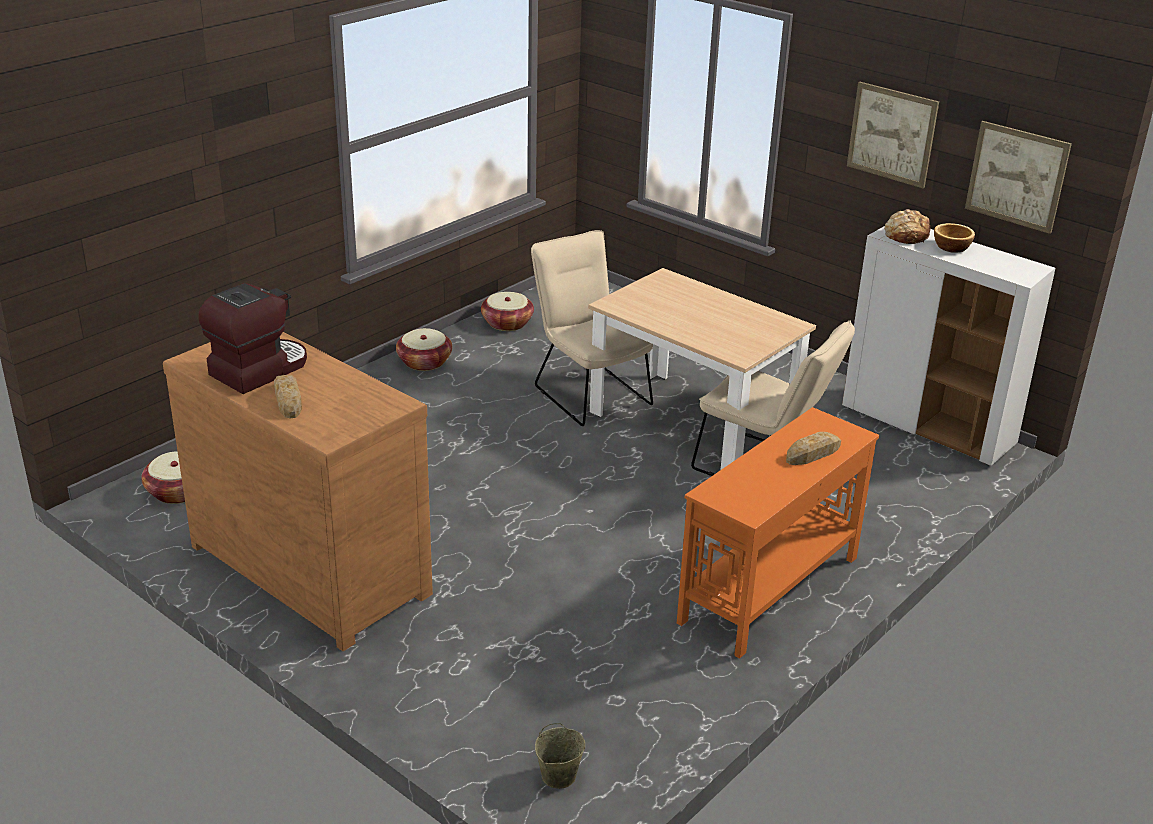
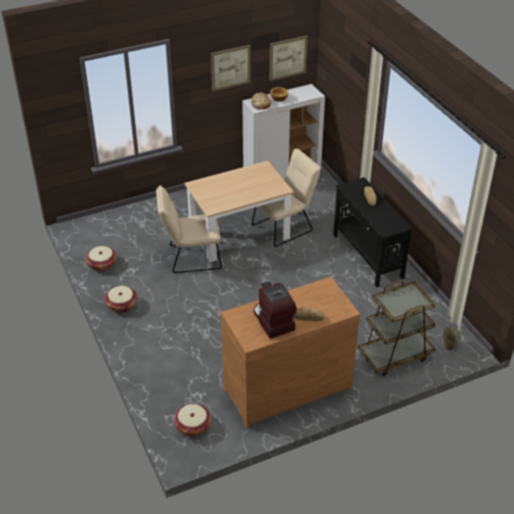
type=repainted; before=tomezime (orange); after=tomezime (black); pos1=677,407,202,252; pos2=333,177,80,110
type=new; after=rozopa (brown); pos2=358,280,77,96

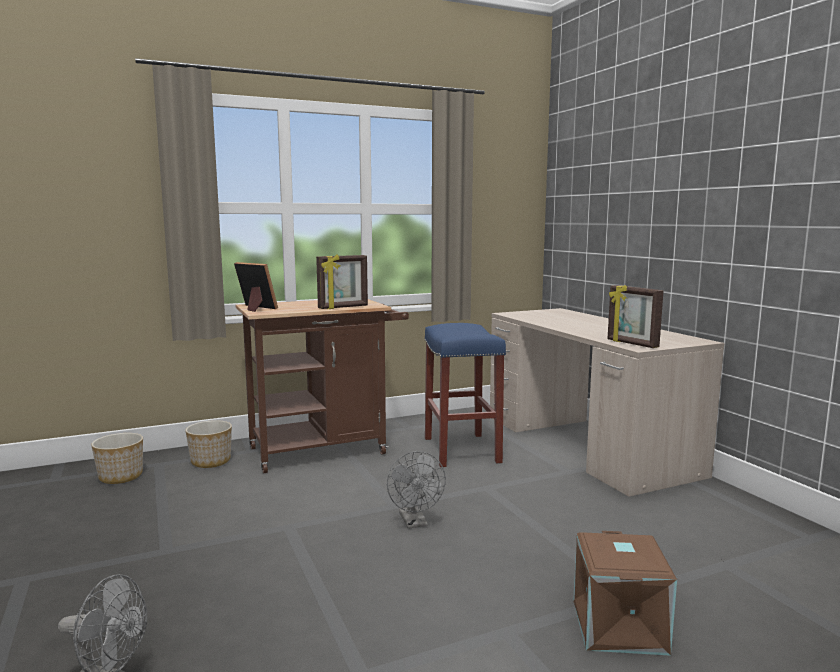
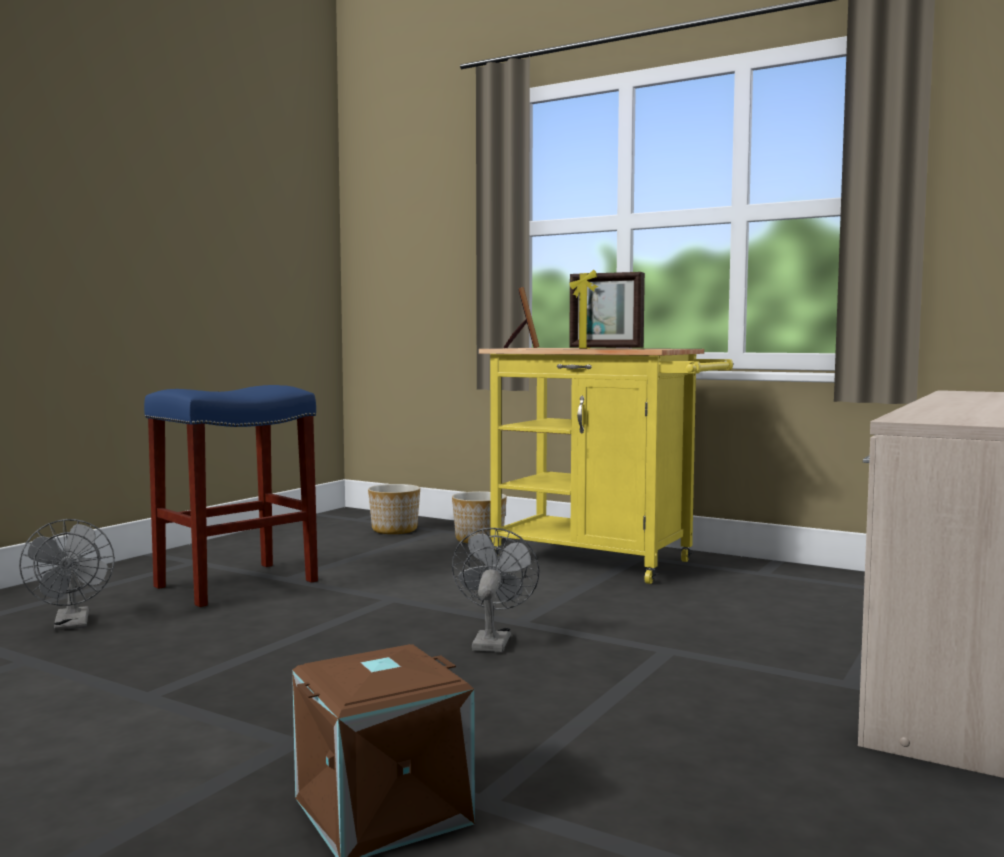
type=gone; before=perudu; pos1=608,285,55,63
type=repainted; before=rozopa (brown); after=rozopa (yellow); pos1=235,299,174,174; pos2=479,348,254,236
type=shifted; before=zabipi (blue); pos1=424,323,82,144; pos2=144,385,174,222
type=rotated; before=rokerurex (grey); pos1=387,451,59,78; pos2=452,528,87,124; turn=150

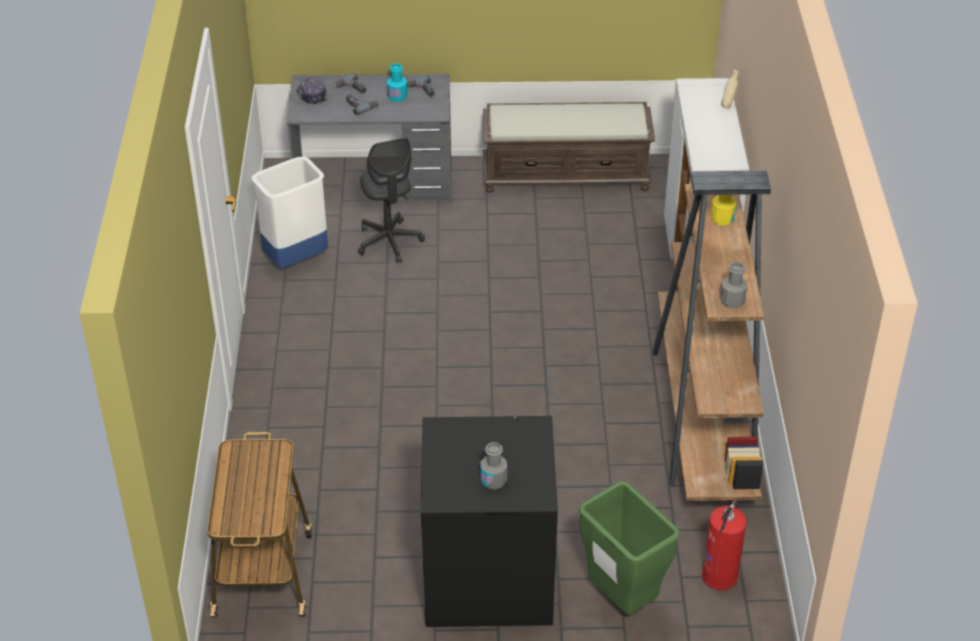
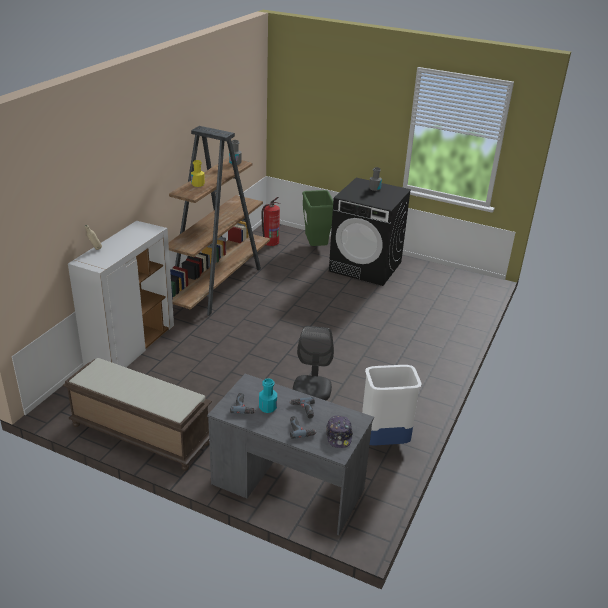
type=gone; before=rozopa; pos1=207,432,105,185

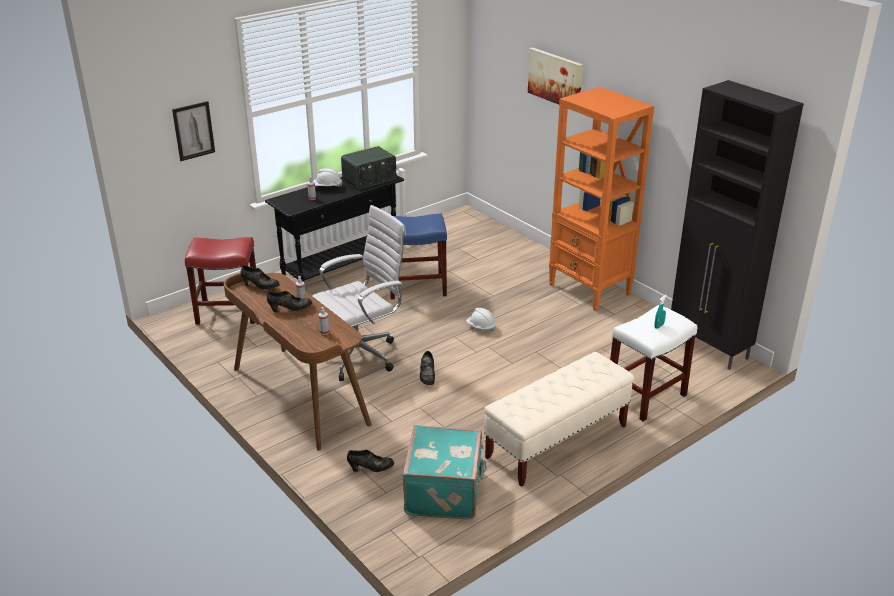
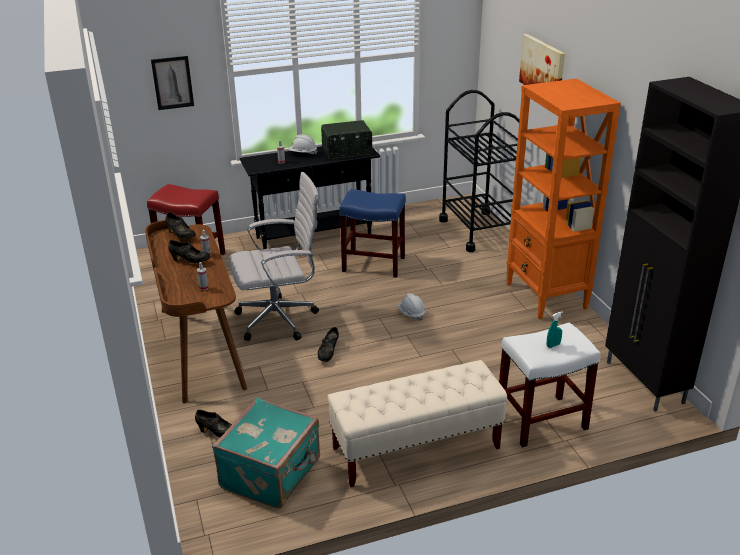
type=new; after=rozopa (black); pos2=439,90,80,162

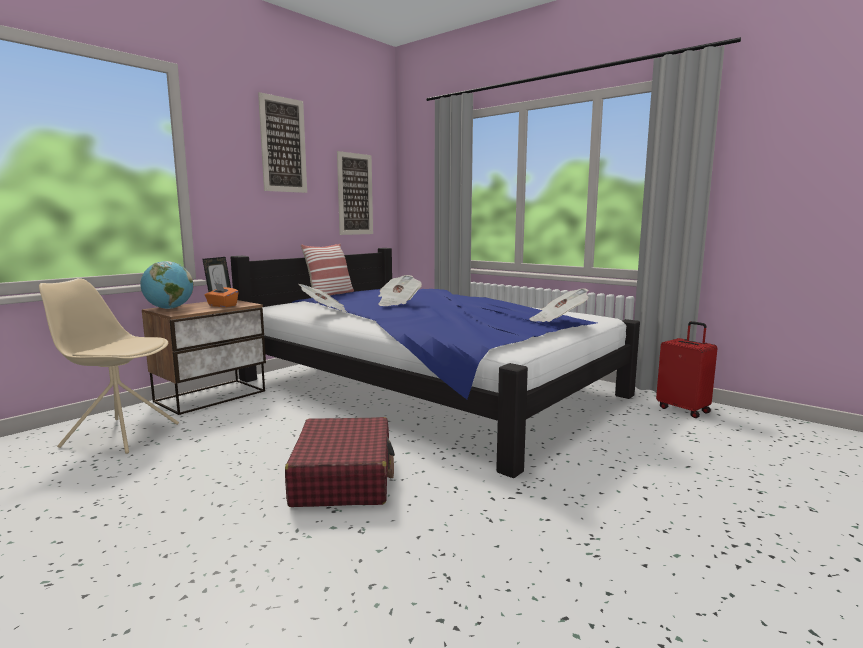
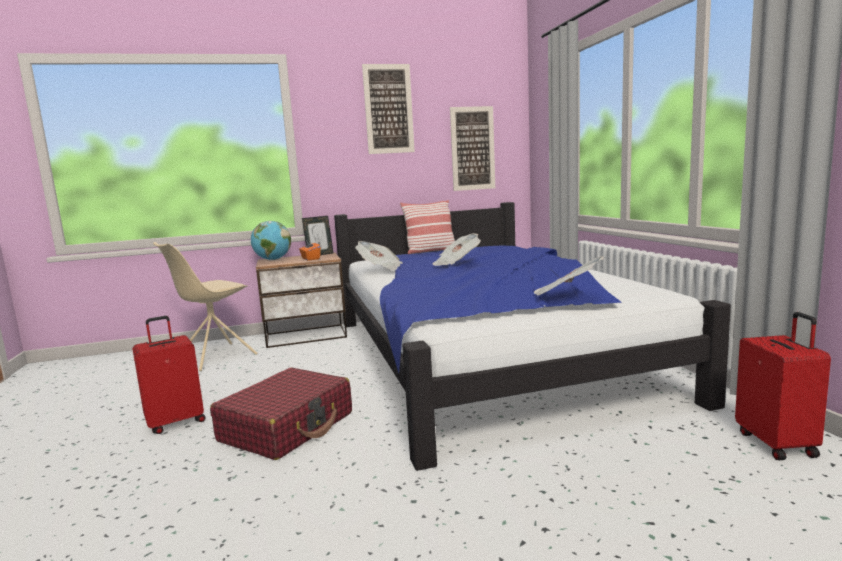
type=rotated; before=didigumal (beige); pos1=39,278,140,176; pos2=153,242,105,129; turn=-90
type=new; after=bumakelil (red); pos2=133,316,73,118

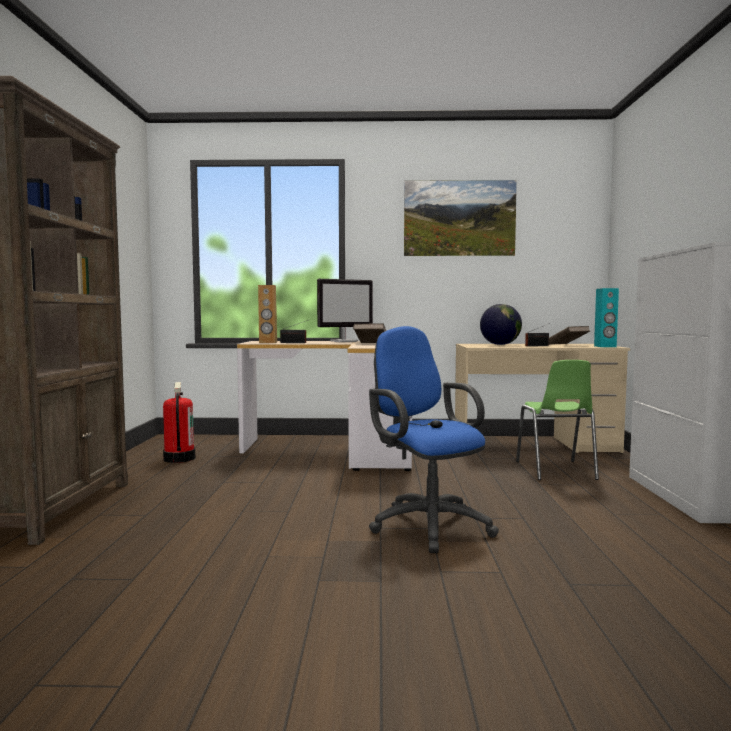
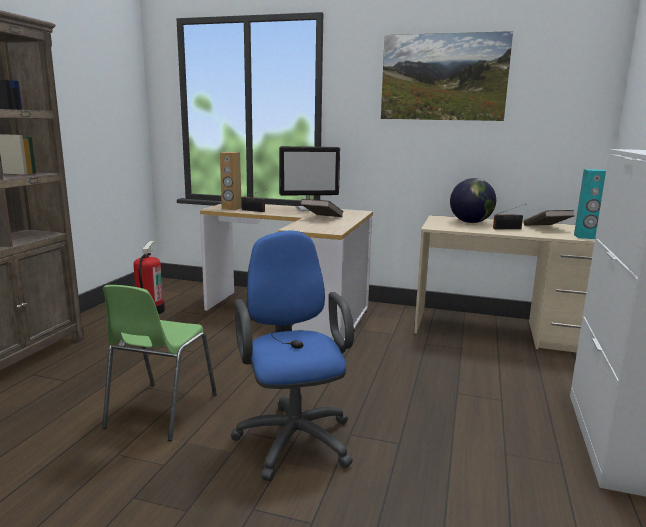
type=shifted; before=didigumal (green); pos1=516,360,83,120; pos2=102,285,115,156

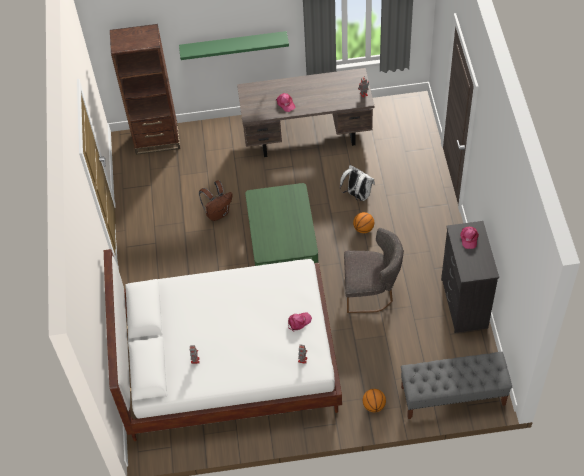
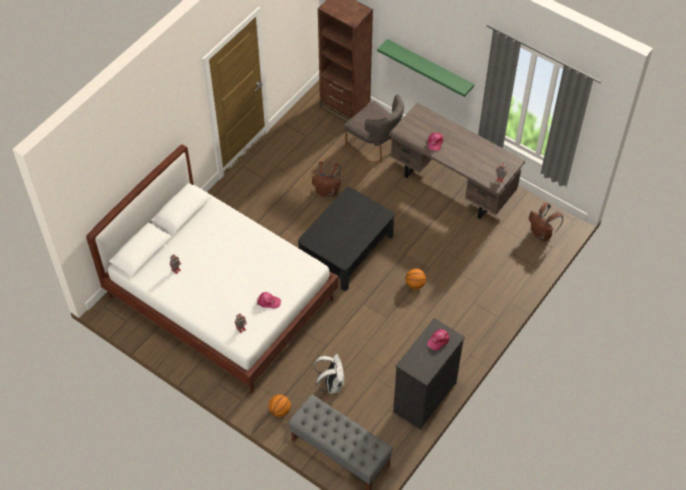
type=shifted; before=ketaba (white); pos1=340,165,35,36; pos2=313,354,31,40
type=repainted; before=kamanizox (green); after=kamanizox (black); pos1=245,183,74,83; pos2=298,187,97,104
type=shifted; before=didigumal (grey); pos1=344,228,60,85; pos2=344,94,60,68
type=new; after=ketaba (brown); pos2=529,203,34,39

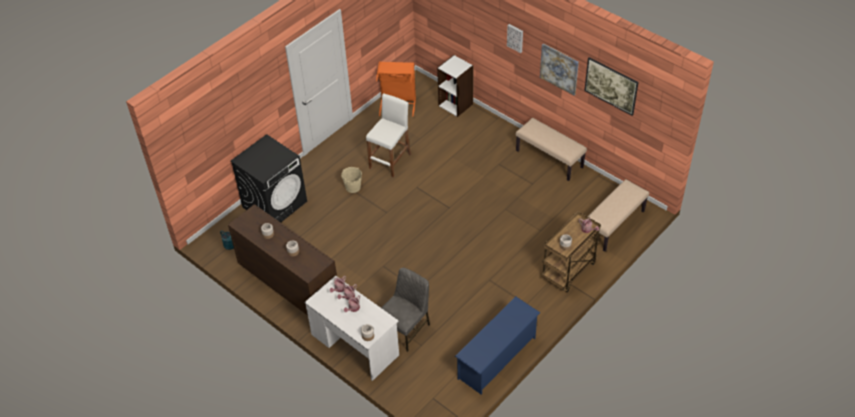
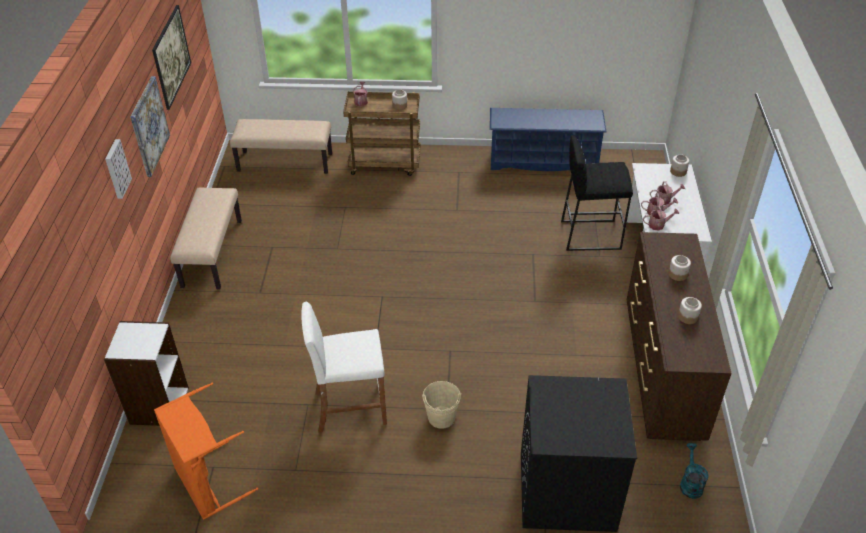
type=swapped; before=didigumal (grey); after=zabipi (black); pos1=381,268,49,84; pos2=561,135,72,116

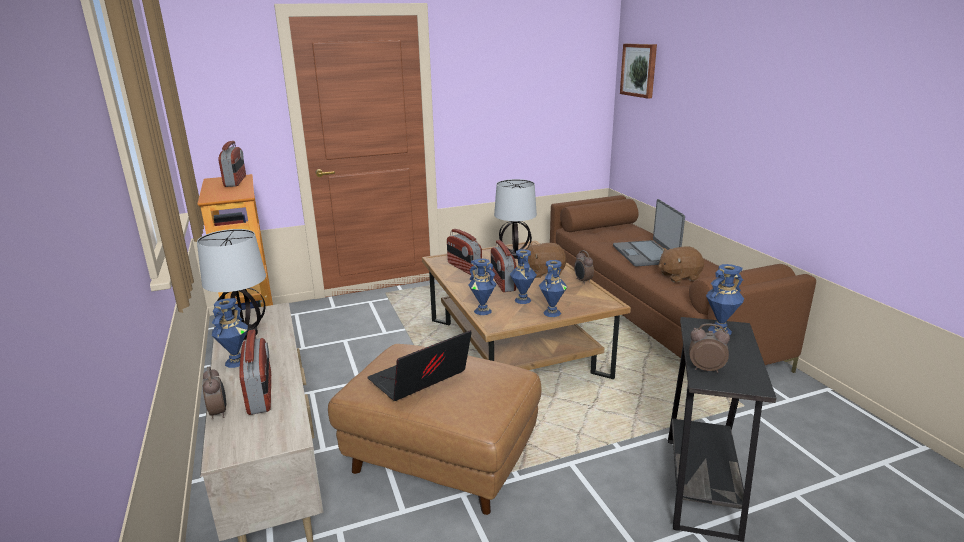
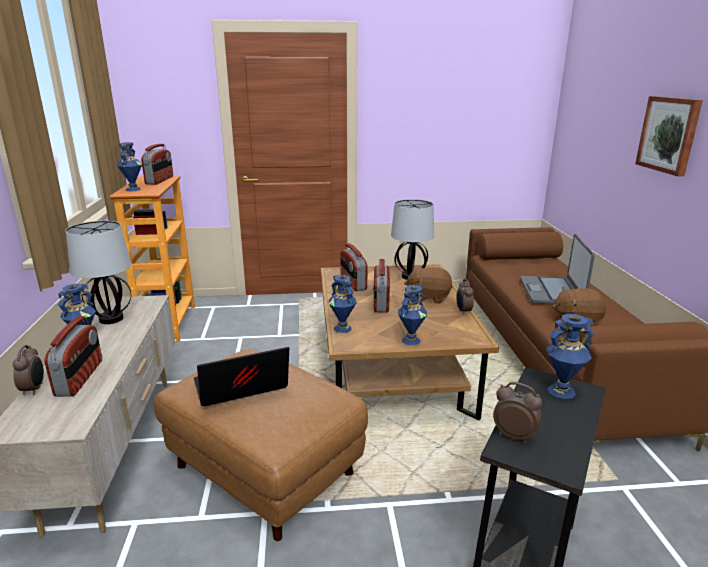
type=shifted; before=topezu; pos1=620,44,37,55; pos2=635,96,68,80
type=shifted; before=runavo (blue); pos1=510,249,27,55; pos2=117,142,25,49

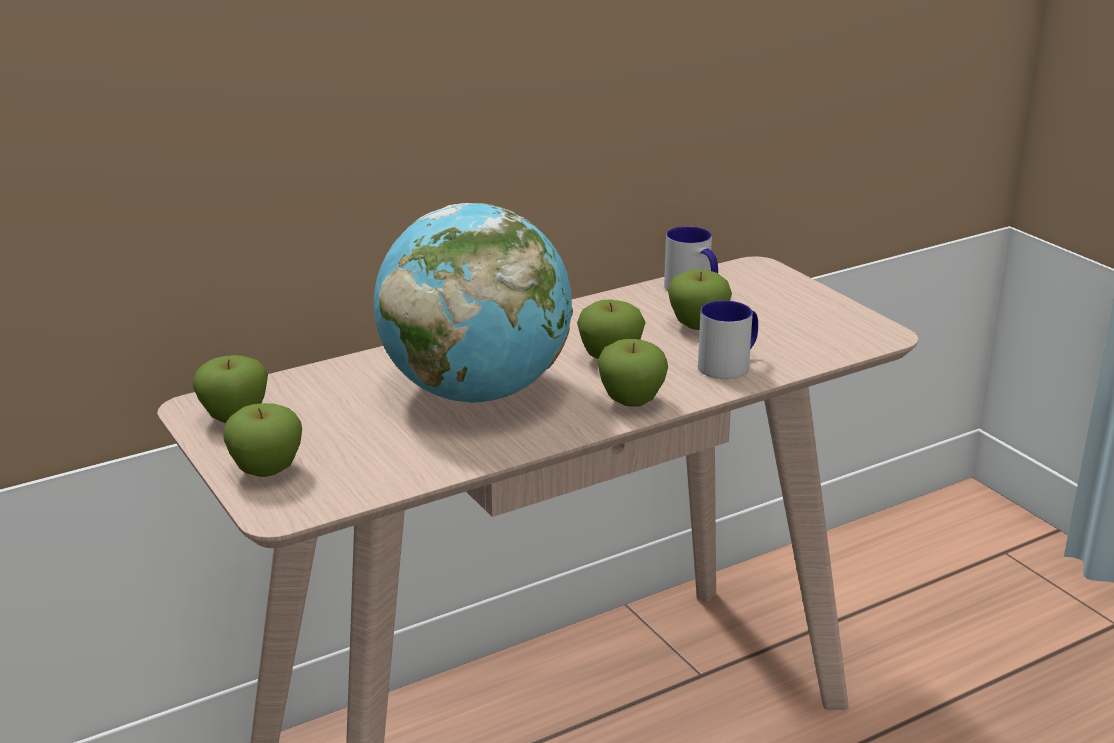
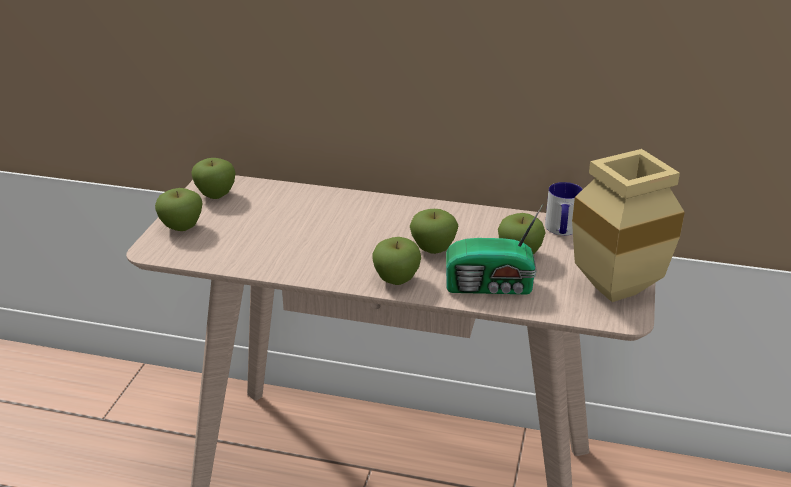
type=gone; before=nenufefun; pos1=374,203,199,200
type=swapped; before=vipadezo; after=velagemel; pos1=698,300,60,79; pos2=446,204,97,90
type=new; after=runavo (beige); pos2=572,149,113,153

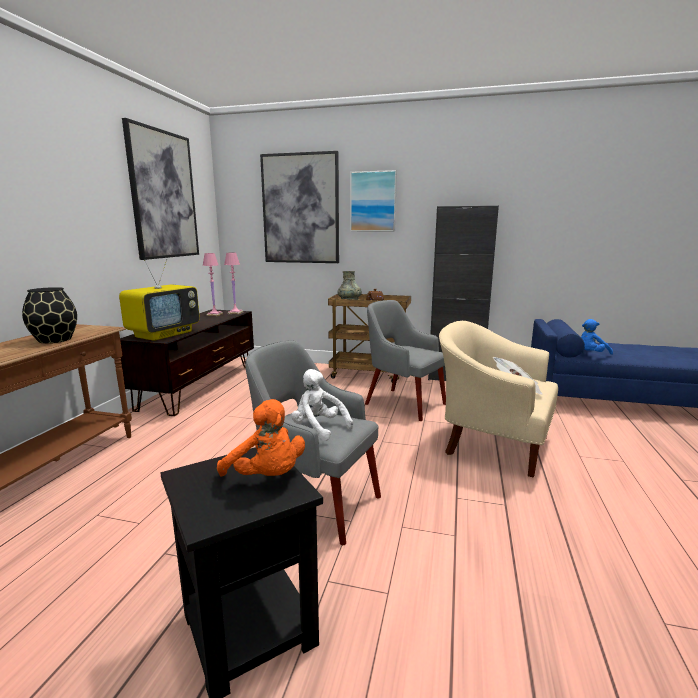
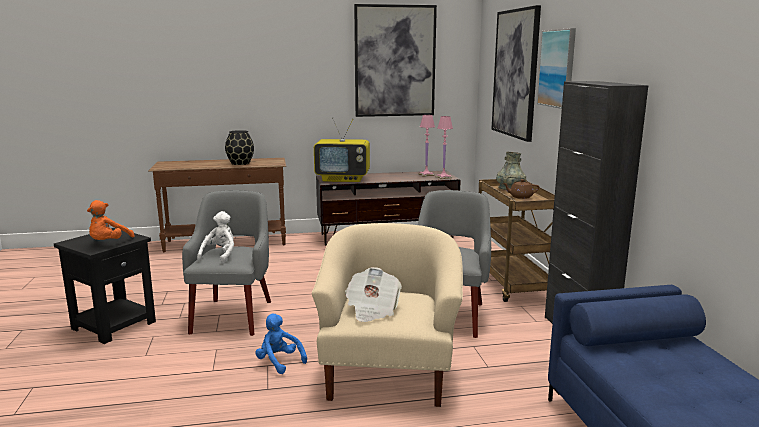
type=shifted; before=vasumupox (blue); pos1=581,319,32,36; pos2=255,314,52,60

